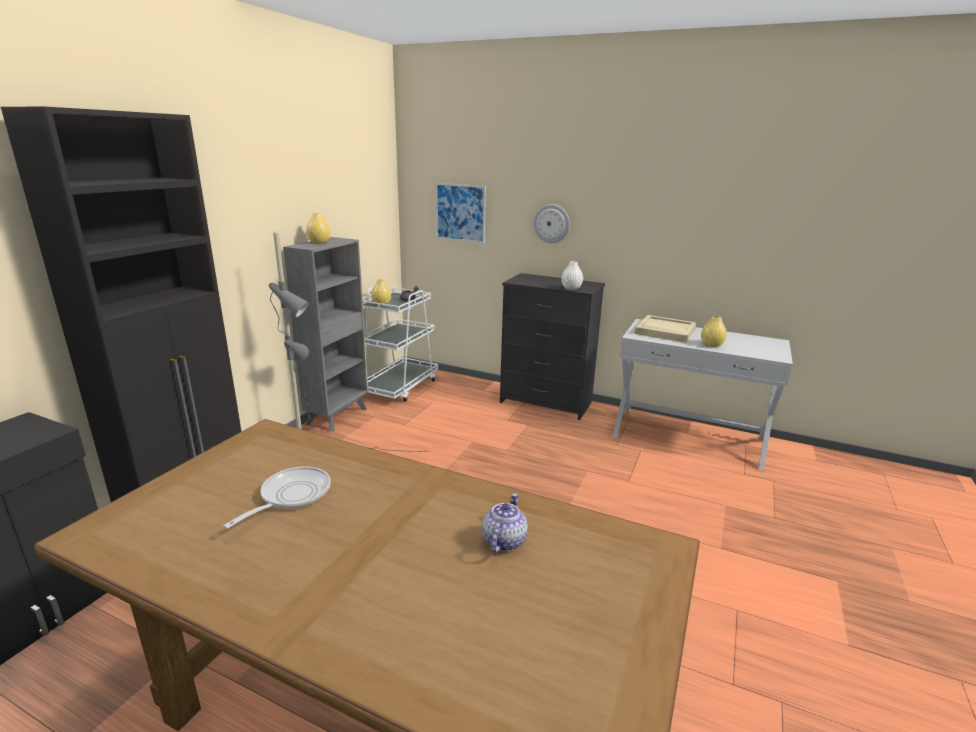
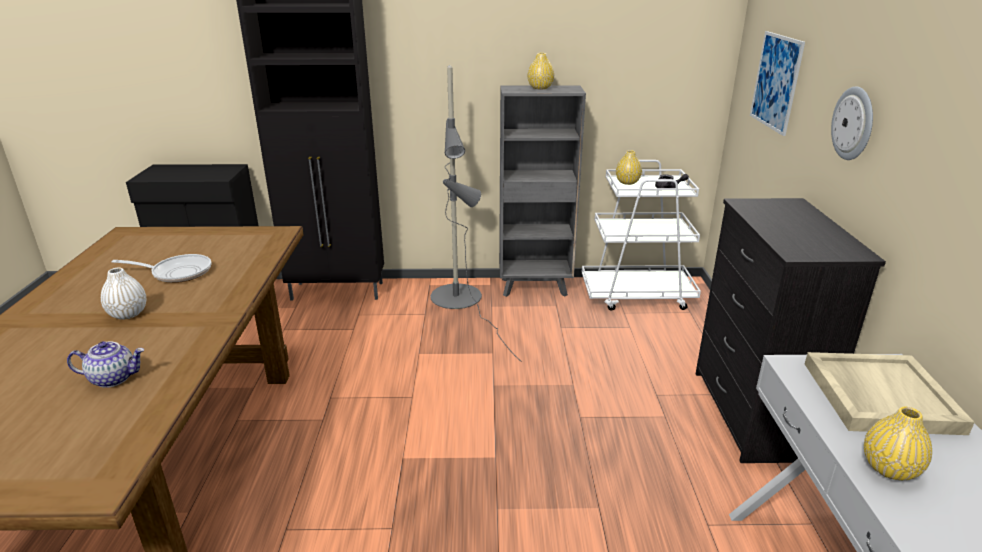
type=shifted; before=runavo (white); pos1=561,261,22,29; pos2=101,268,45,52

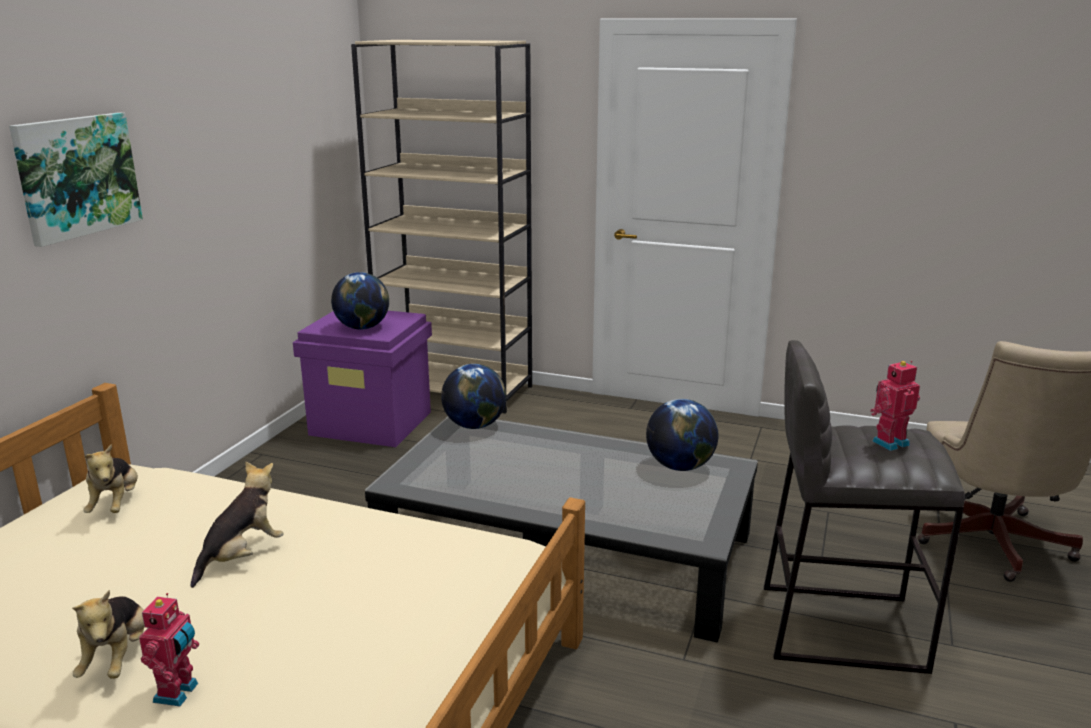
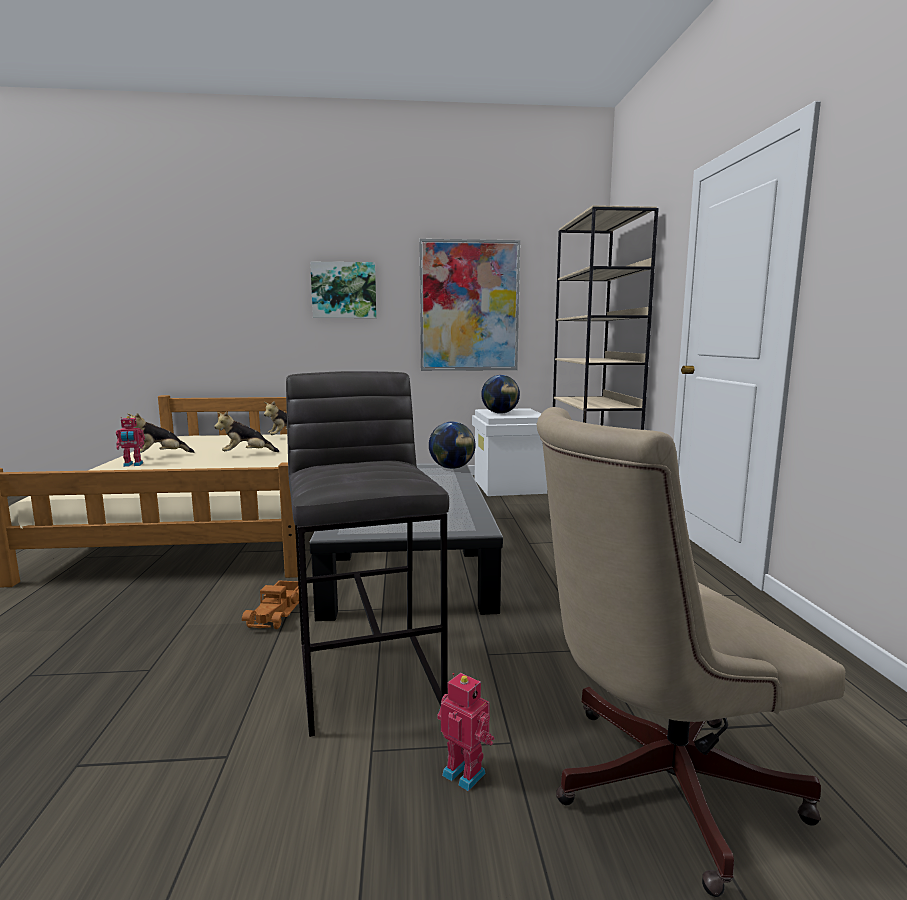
type=repainted; before=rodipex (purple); after=rodipex (white); pos1=293,311,139,136; pos2=472,408,75,88
type=shifted; before=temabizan; pos1=870,361,50,90; pos2=437,673,58,118
type=gone; before=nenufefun; pos1=646,399,73,72
type=rotated; before=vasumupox; pos1=191,461,93,127; pos2=214,412,65,40; turn=150
type=new; after=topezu; pos2=419,239,101,132
type=new; after=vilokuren; pos2=242,580,57,49

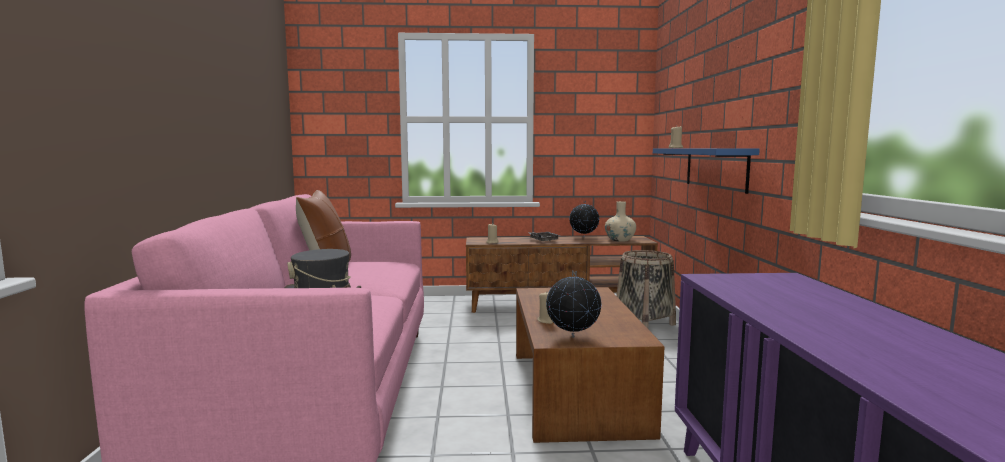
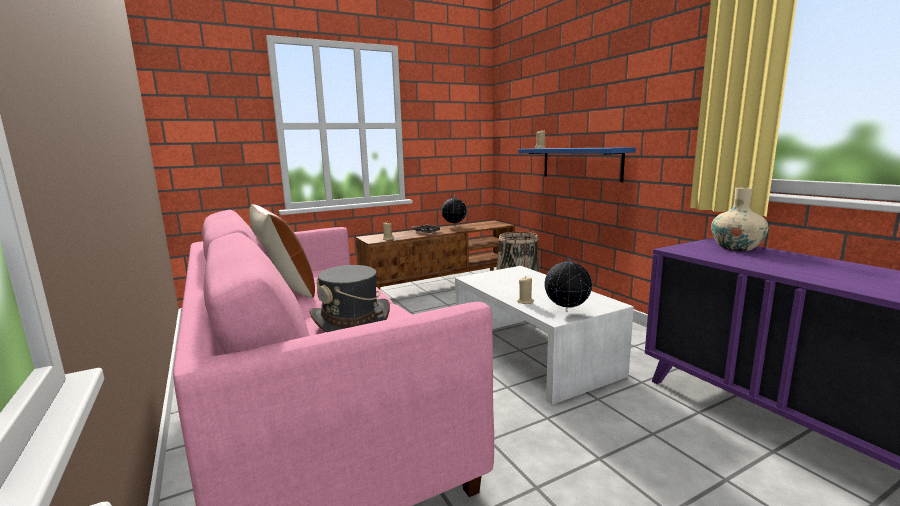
type=shifted; before=runavo (beige); pos1=605,201,31,41; pos2=711,187,58,64
type=repainted; before=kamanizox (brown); after=kamanizox (white); pos1=516,287,148,156; pos2=455,266,179,139

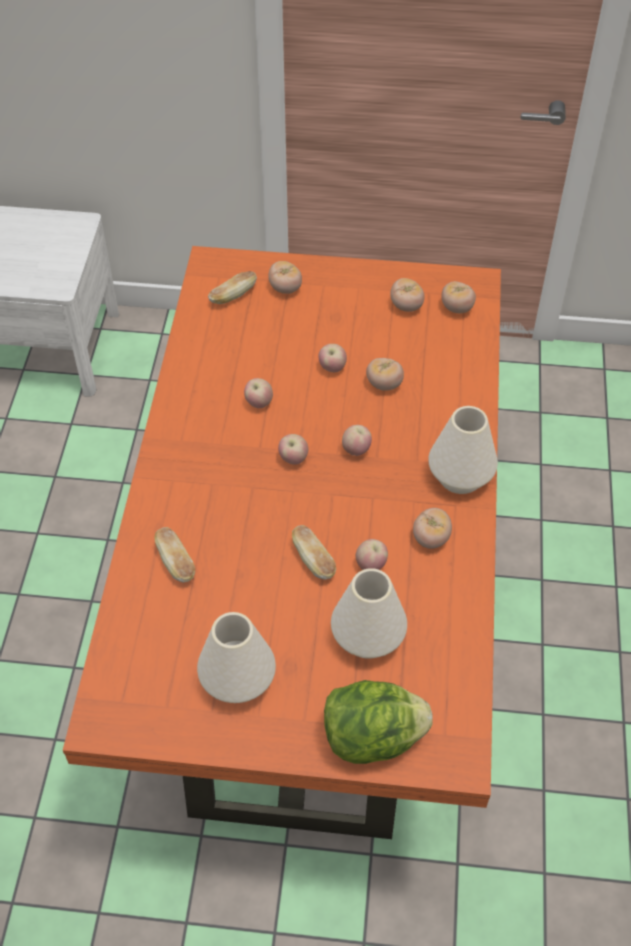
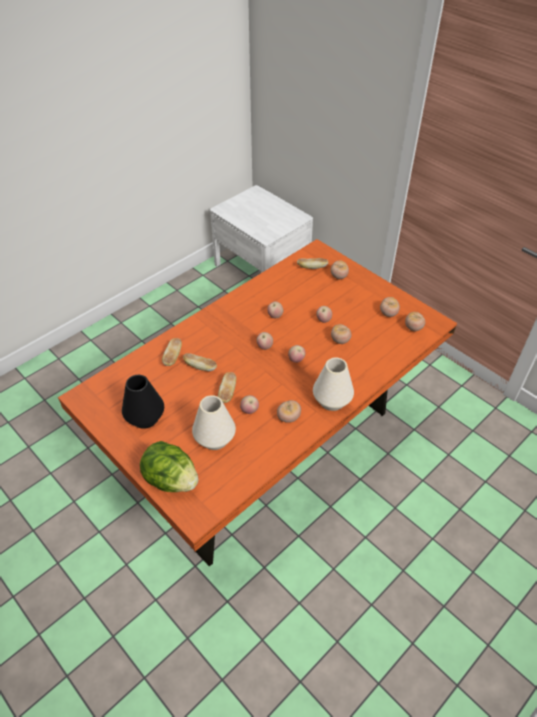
type=repainted; before=runavo (white); after=runavo (black); pos1=197,612,79,91; pos2=122,375,42,54
type=new; after=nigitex; pos2=183,353,34,18

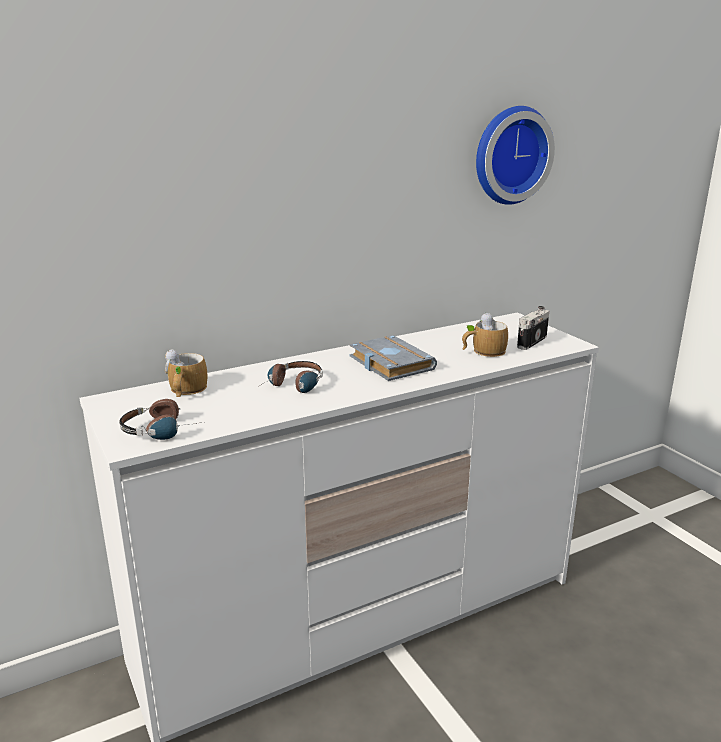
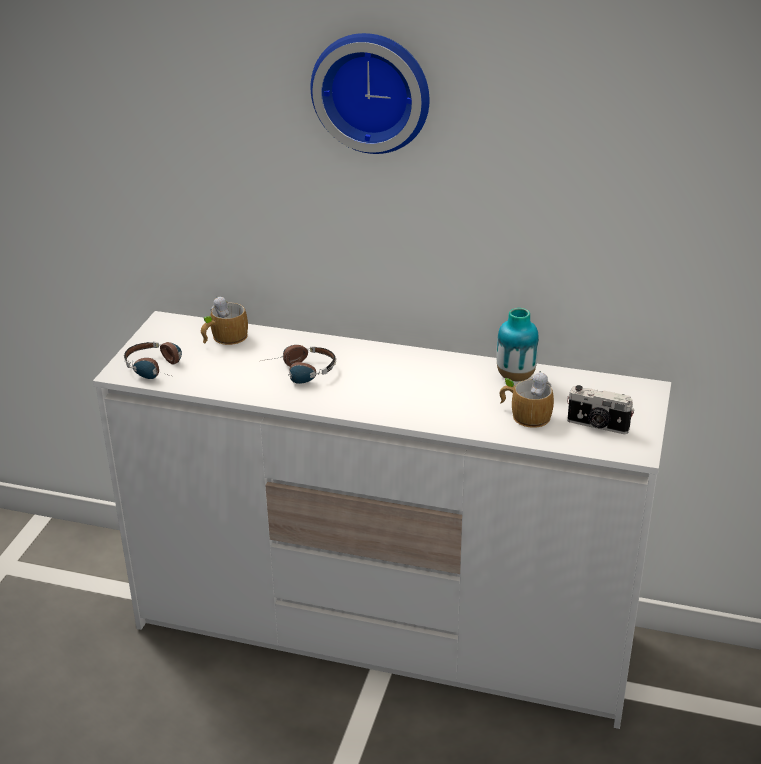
type=shifted; before=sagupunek; pos1=476,106,79,99; pos2=311,33,118,121
type=rotated; before=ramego; pos1=517,306,32,44; pos2=567,385,67,49; turn=-150
type=gone; before=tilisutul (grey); pos1=349,335,88,46
type=new; after=runavo; pos2=496,308,43,73

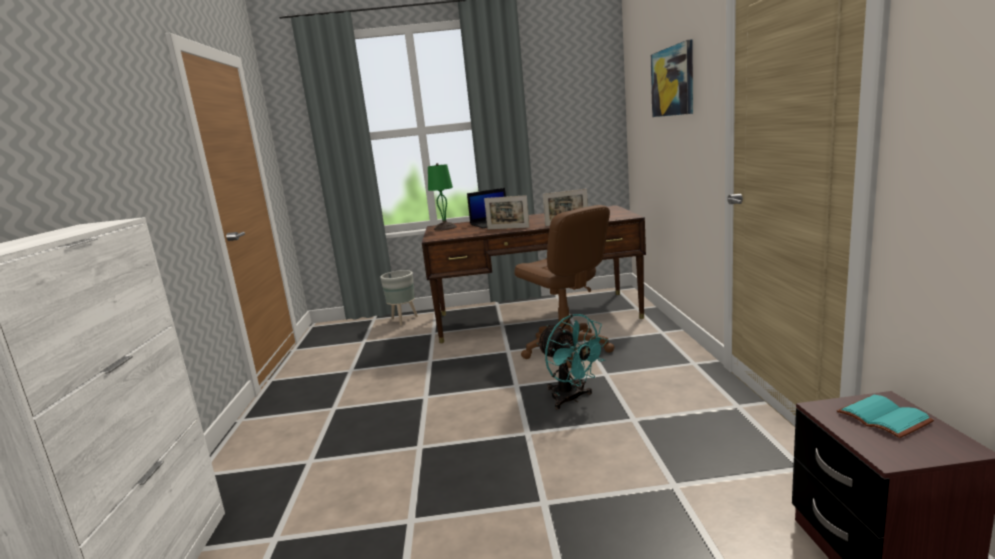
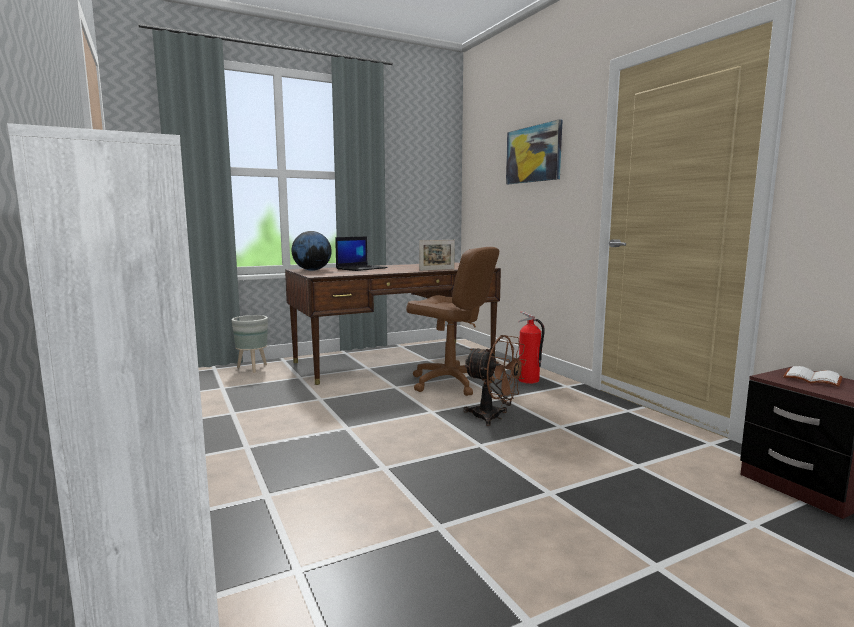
type=swapped; before=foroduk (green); after=nenufefun; pos1=428,163,29,68; pos2=292,231,40,40
type=gone; before=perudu; pos1=484,195,46,34
type=repainted; before=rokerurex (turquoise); after=rokerurex (brown); pos1=537,314,71,96; pos2=463,335,64,91
type=repainted; before=tilisutul (turquoise); after=tilisutul (white); pos1=837,395,97,43; pos2=783,366,59,21
type=new; after=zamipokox; pos2=518,312,27,72

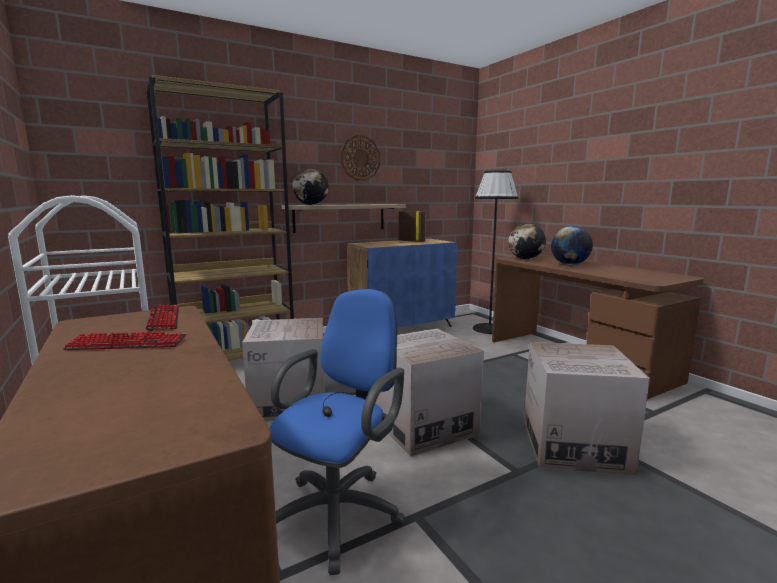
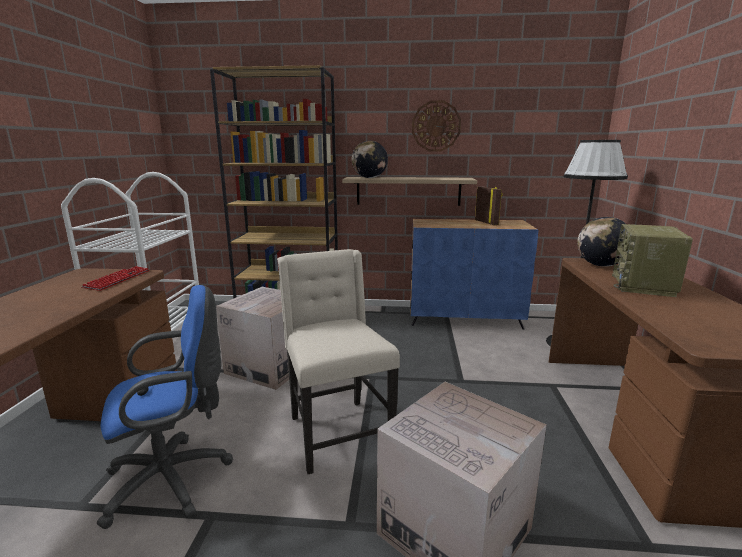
type=swapped; before=nenufefun; after=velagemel; pos1=551,226,42,39; pos2=612,224,81,73
type=swapped; before=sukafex; after=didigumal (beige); pos1=375,329,109,128; pos2=277,249,123,225
type=gone; before=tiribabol; pos1=63,331,124,19

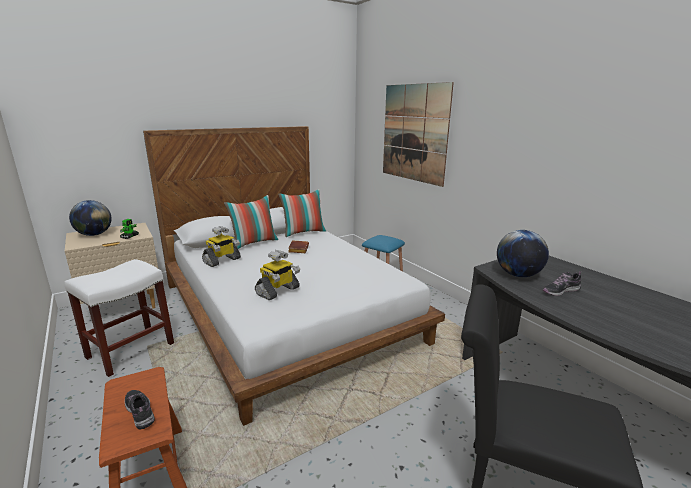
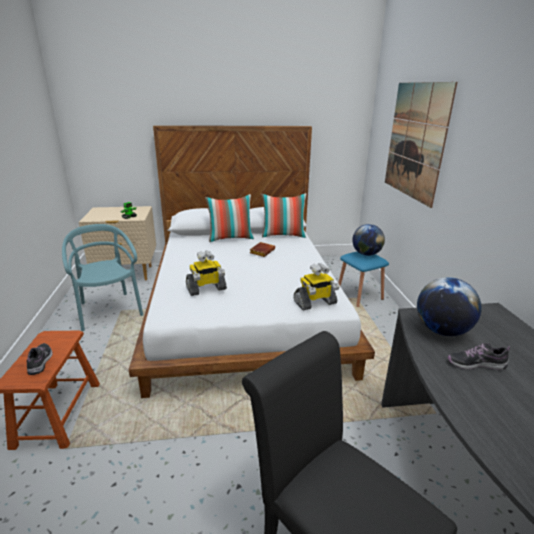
type=shifted; before=nenufefun; pos1=69,200,43,36; pos2=352,224,33,32
type=shifted; before=temabizan; pos1=202,226,39,41; pos2=293,263,46,47
type=swapped; before=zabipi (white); after=didigumal (turquoise); pos1=64,259,110,118; pos2=62,224,81,107

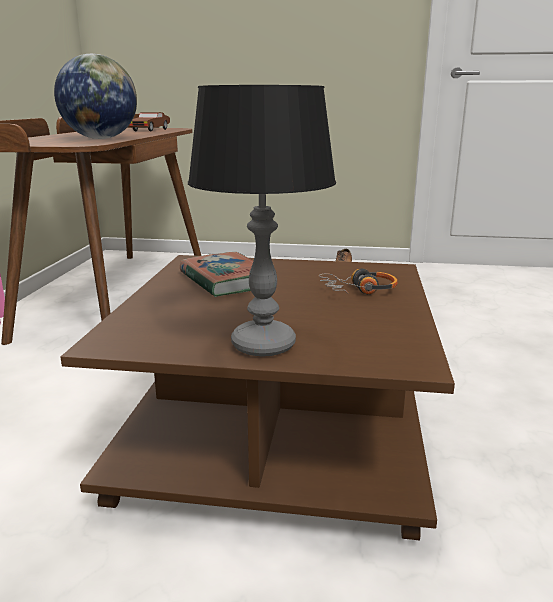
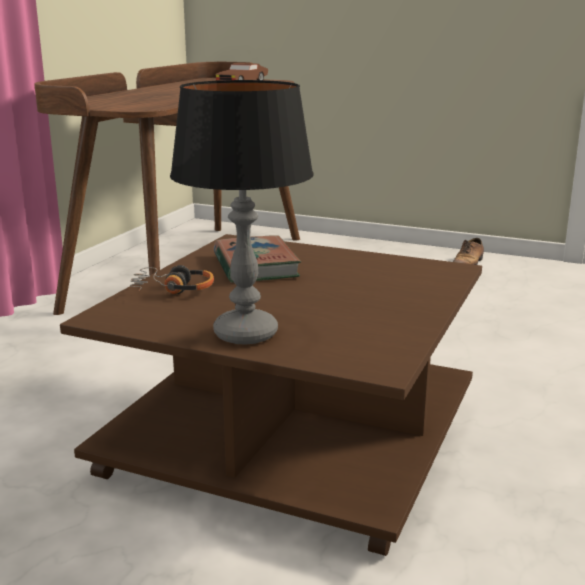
type=gone; before=nenufefun; pos1=54,54,83,85
type=shifted; before=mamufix; pos1=319,269,79,25; pos2=130,265,84,29

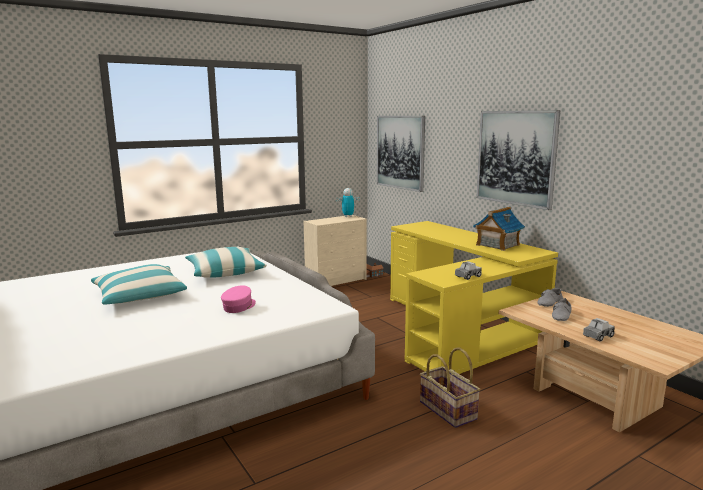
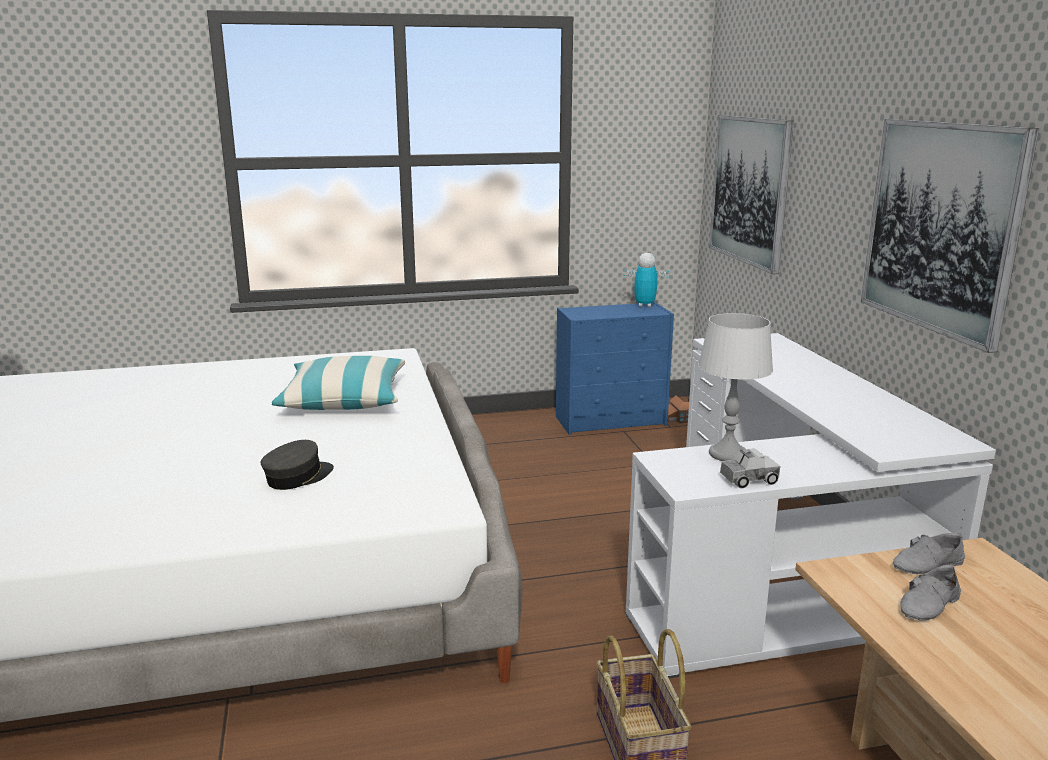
type=gone; before=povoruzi; pos1=473,207,52,44
type=repainted; before=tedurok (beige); after=tedurok (blue); pos1=304,215,63,71; pos2=556,302,118,133
type=repainted; before=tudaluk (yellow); after=tudaluk (white); pos1=390,221,168,153; pos2=626,333,370,345
type=gone; before=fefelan; pos1=91,264,96,40
type=repainted; before=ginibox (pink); after=ginibox (grey); pos1=221,285,35,28; pos2=261,440,73,50
type=gone; before=vilokuren; pos1=583,318,32,24
type=new; after=foroduk (grey); pos2=698,313,75,148

